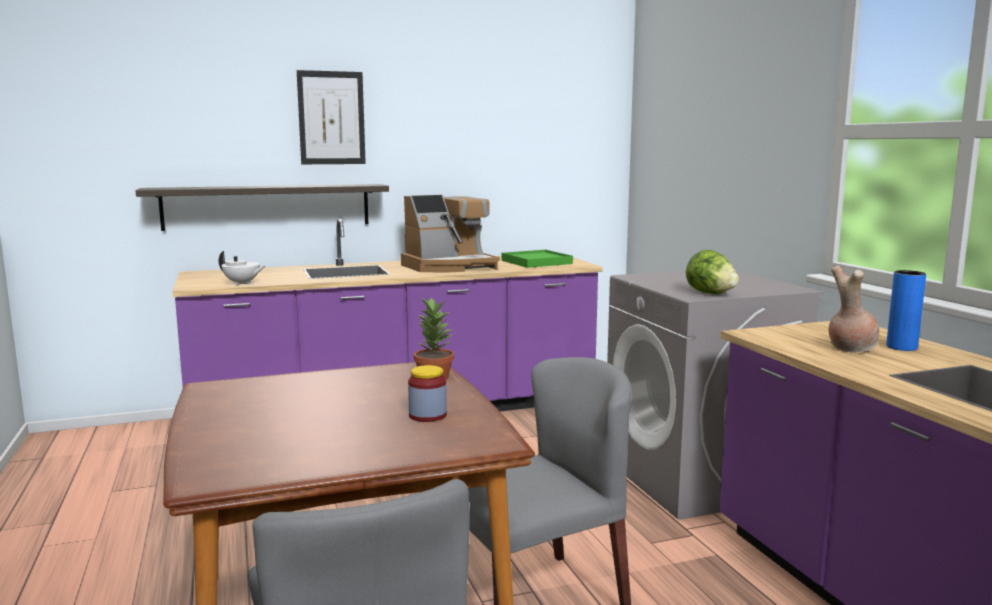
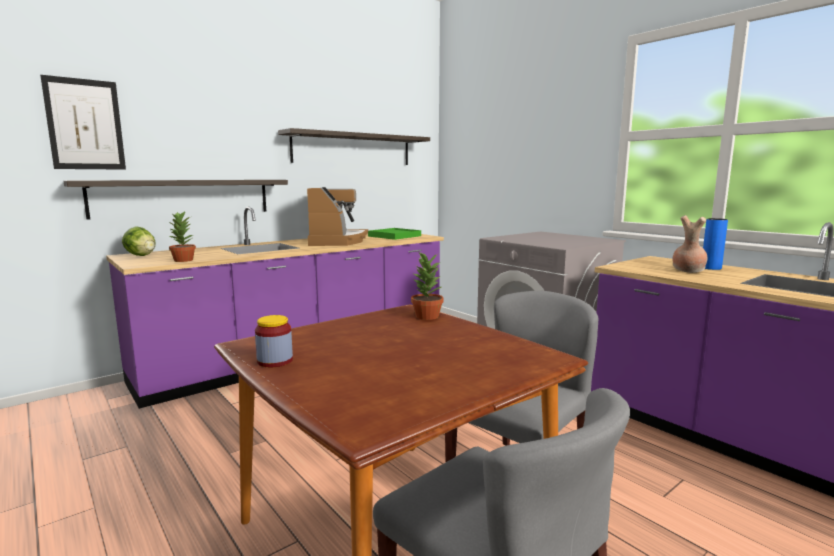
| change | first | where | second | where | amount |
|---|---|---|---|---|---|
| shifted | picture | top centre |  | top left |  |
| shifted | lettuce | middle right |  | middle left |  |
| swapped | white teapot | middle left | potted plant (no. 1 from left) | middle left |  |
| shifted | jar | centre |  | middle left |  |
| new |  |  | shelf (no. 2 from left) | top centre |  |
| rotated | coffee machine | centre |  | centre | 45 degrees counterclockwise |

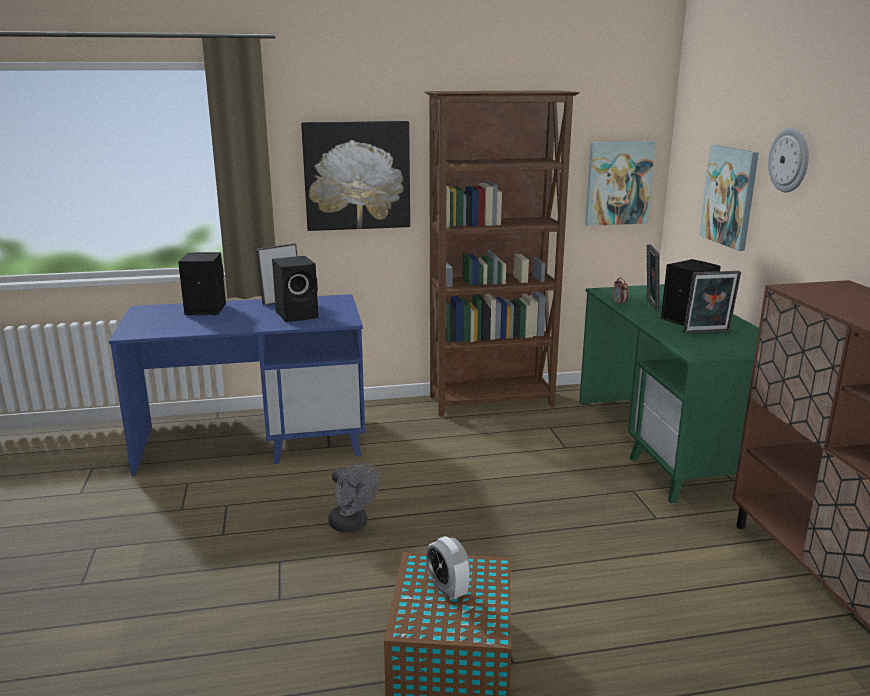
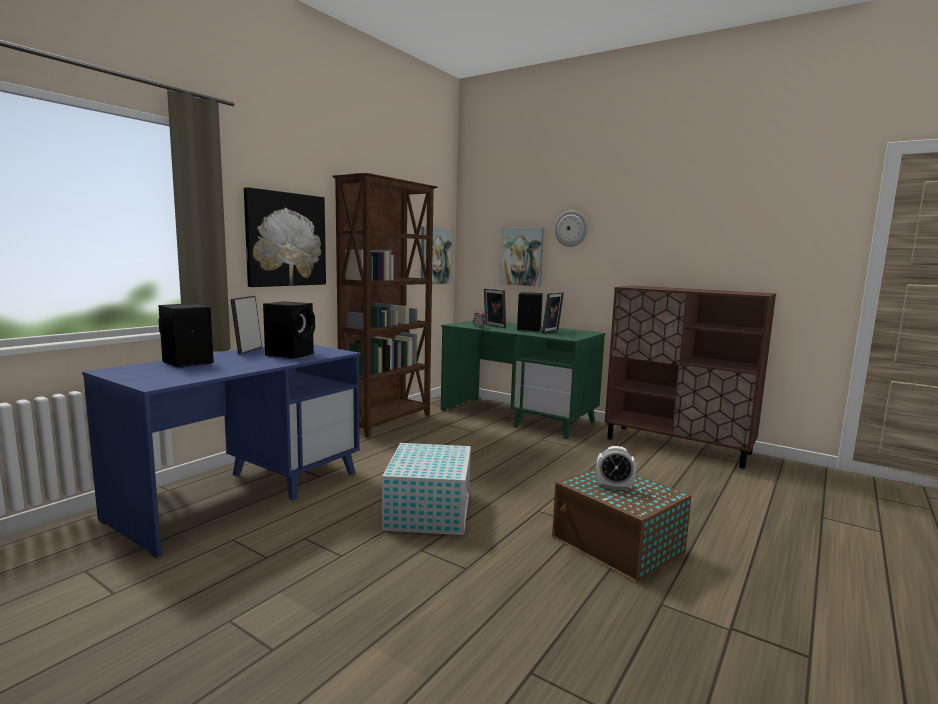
| change | first | where | second | where | amount |
|---|---|---|---|---|---|
| swapped | grey fan | bottom centre | white storage box | bottom centre |  |

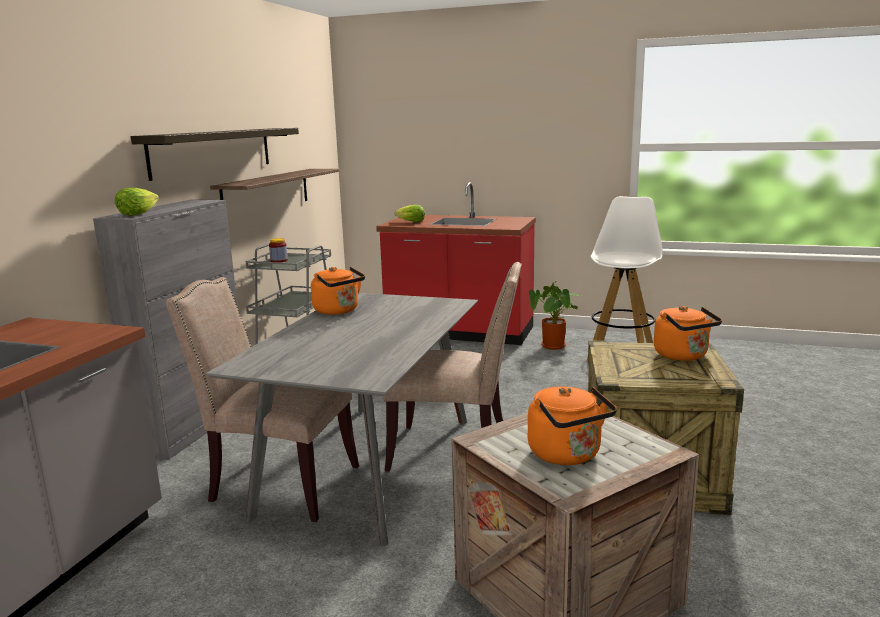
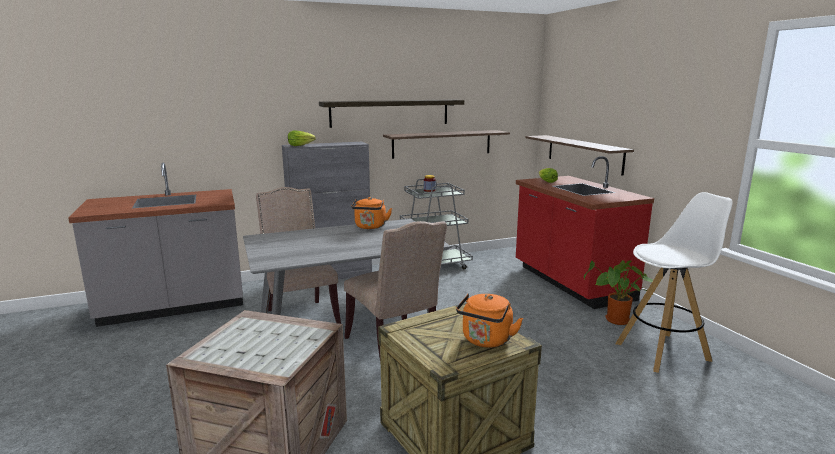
| change | first | where | second | where | amount |
|---|---|---|---|---|---|
| new |  |  | shelf (no. 3 from left) | middle right |  |
| gone | orange kettle (no. 2 from left) | bottom centre |  |  |  |

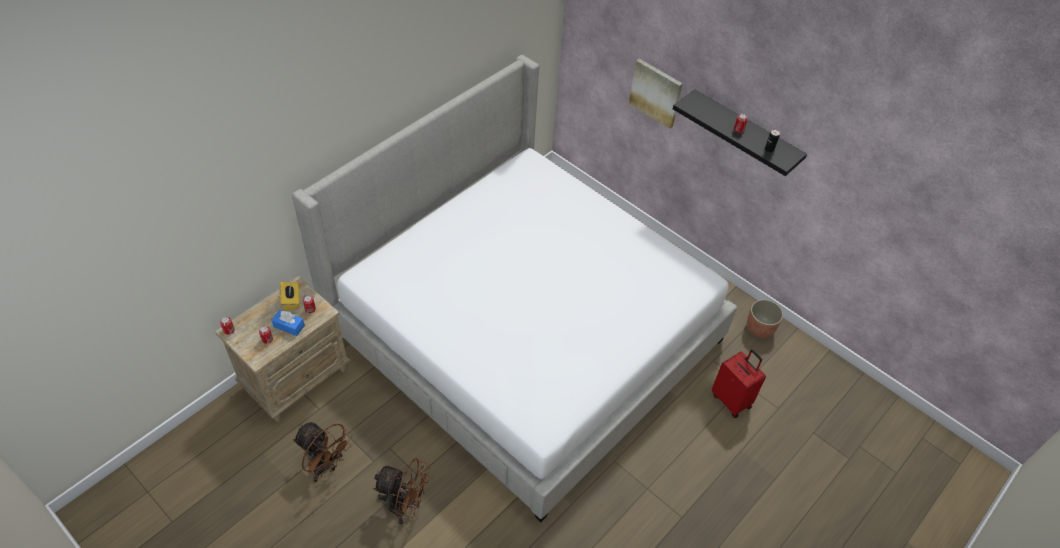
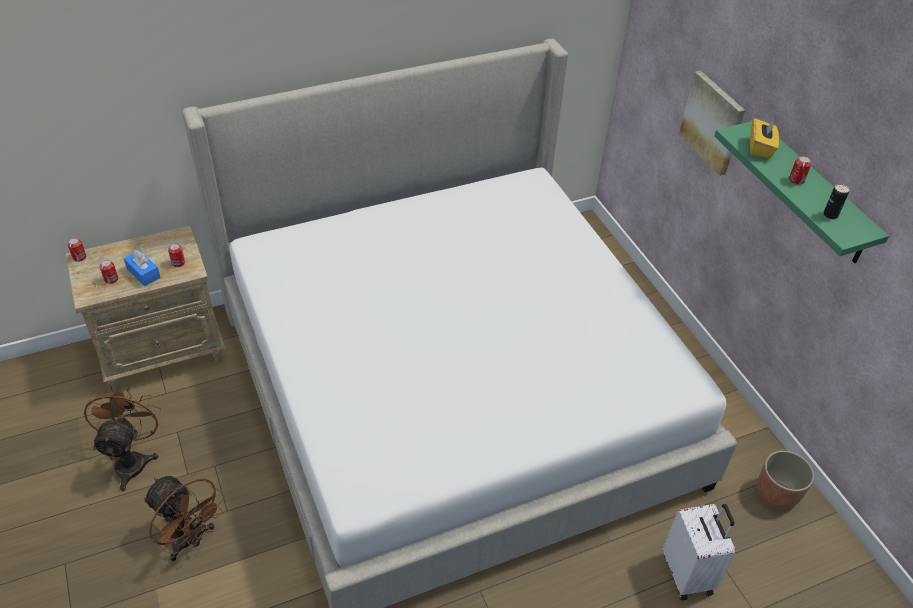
| change | first | where | second | where | amount |
|---|---|---|---|---|---|
| rotated | brown fan (no. 1 from left) | bottom left |  | bottom left | 150 degrees counterclockwise |
| repainted | red suitcase | bottom right | white suitcase | bottom right |  |
| repainted | black shelf | top right | green shelf | top right |  |
| shifted | yellow tissue box | middle left |  | top right |  |

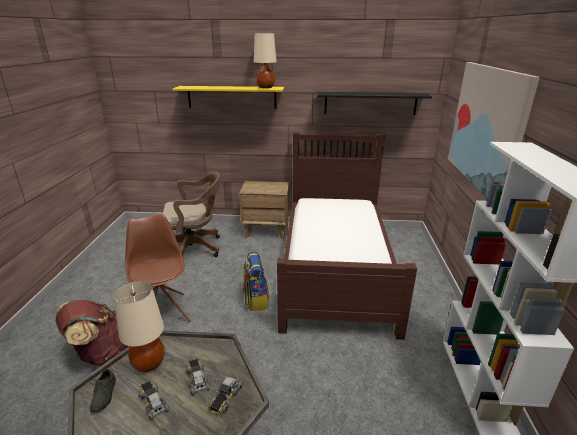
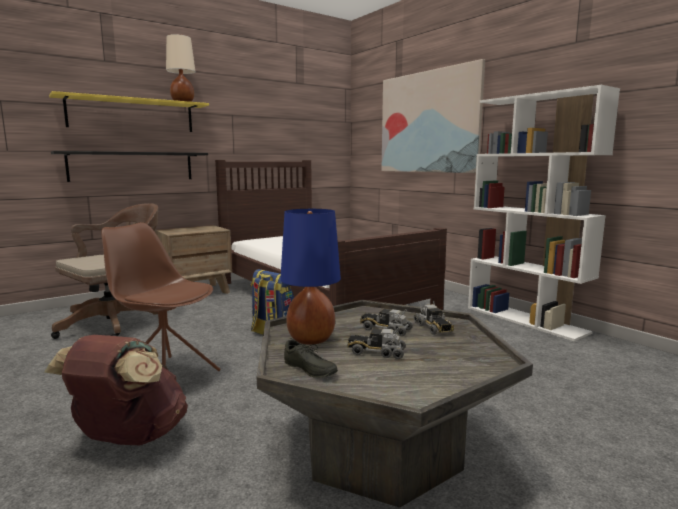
| change | first | where | second | where | amount |
|---|---|---|---|---|---|
| shifted | black shelf | top centre |  | top left |  |
| repainted | beige table lamp (no. 1 from left) | bottom left | blue table lamp | centre |  |

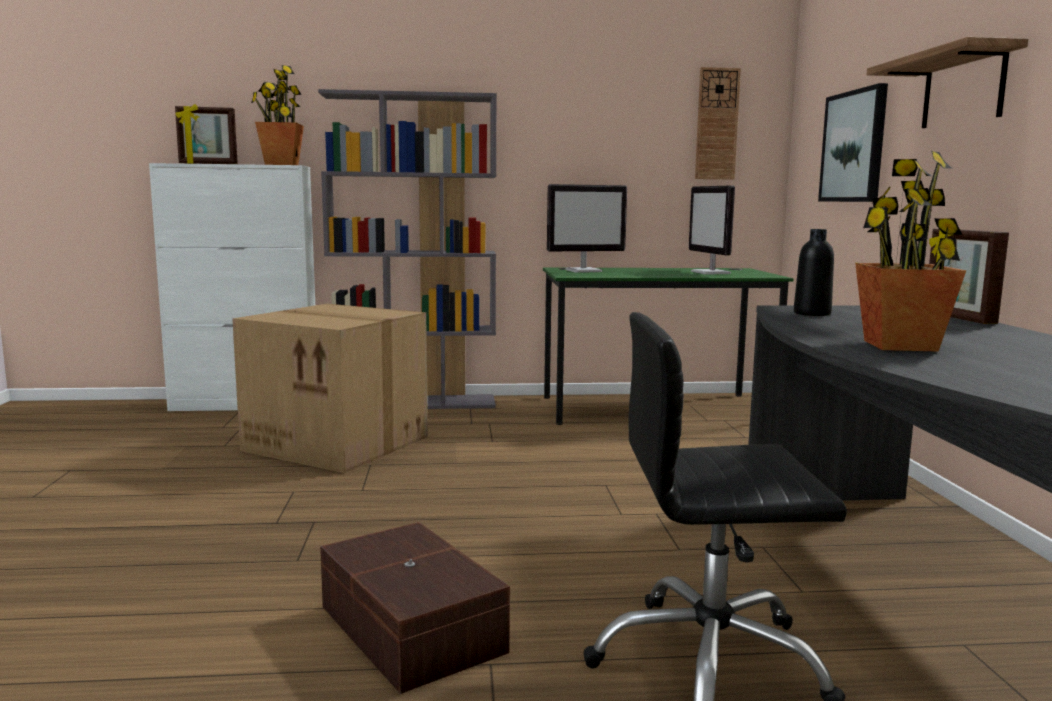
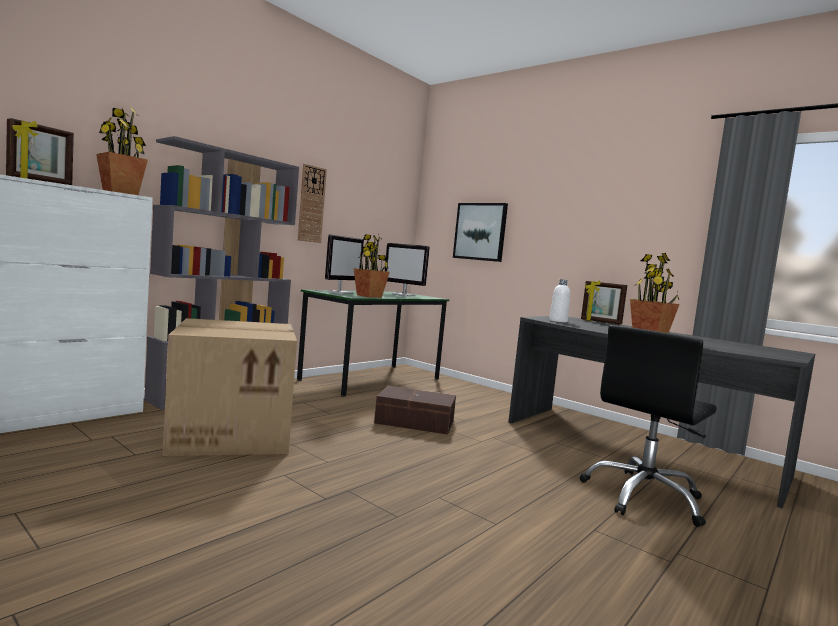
| change | first | where | second | where | amount |
|---|---|---|---|---|---|
| shifted | wall clock | top right |  | top centre |  |
| new |  |  | potted plant (no. 2 from left) | centre |  |
| shifted | brown storage box | bottom centre |  | centre |  |
| repainted | black bottle | middle right | white bottle | middle right |  |
| gone | shelf | top right |  |  |  |

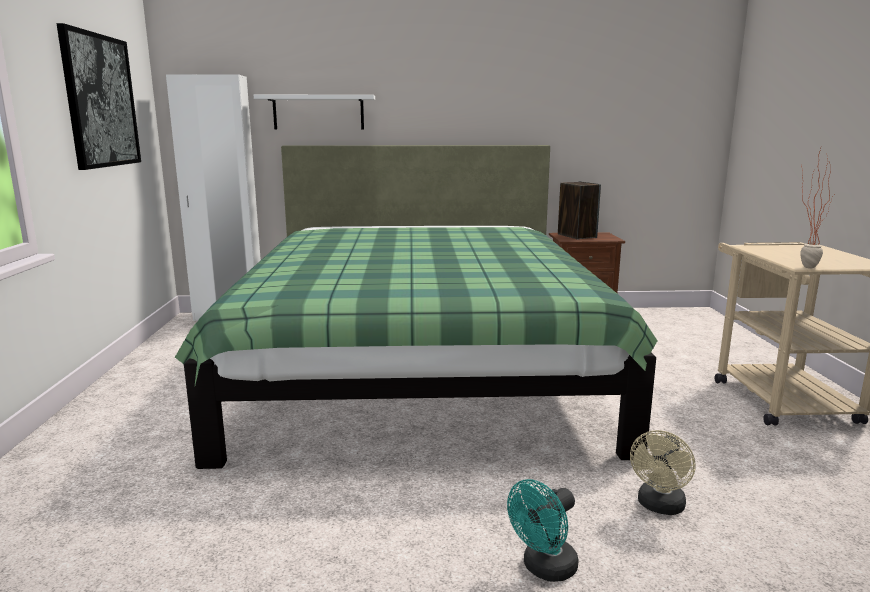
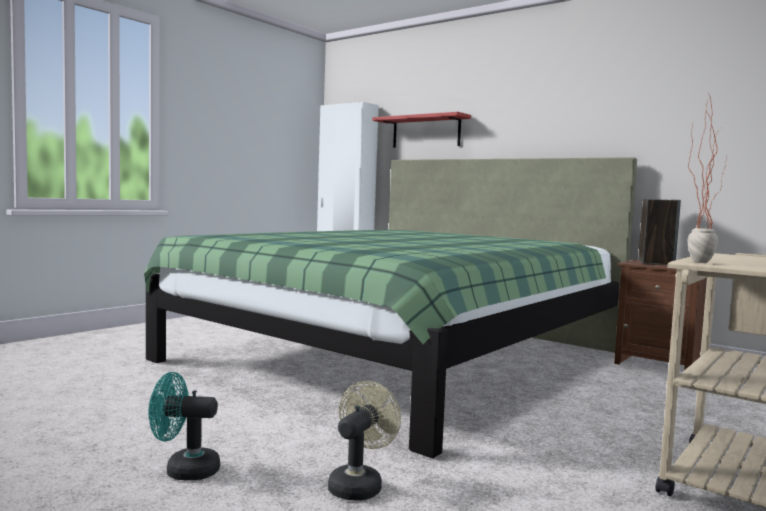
| change | first | where | second | where | amount |
|---|---|---|---|---|---|
| rotated | beige fan | bottom right |  | bottom centre | 135 degrees clockwise |
| repainted | white shelf | top centre | red shelf | top centre |  |
| gone | picture | top left |  |  |  |

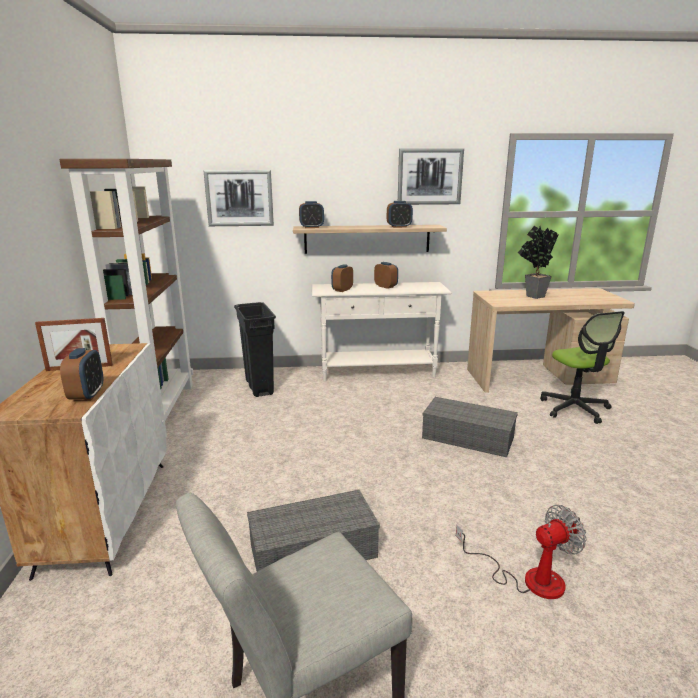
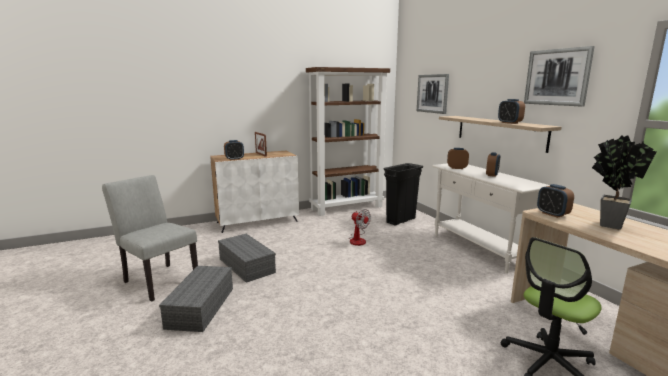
| change | first | where | second | where | amount |
|---|---|---|---|---|---|
| shifted | grey storage box (no. 2 from left in the first image) | middle right | grey storage box (no. 1 from left) | bottom left |  |
| shifted | fan | bottom right |  | centre |  |
| shifted | alarm clock (no. 2 from left in the first image) | top centre | alarm clock (no. 5 from left) | middle right |  |

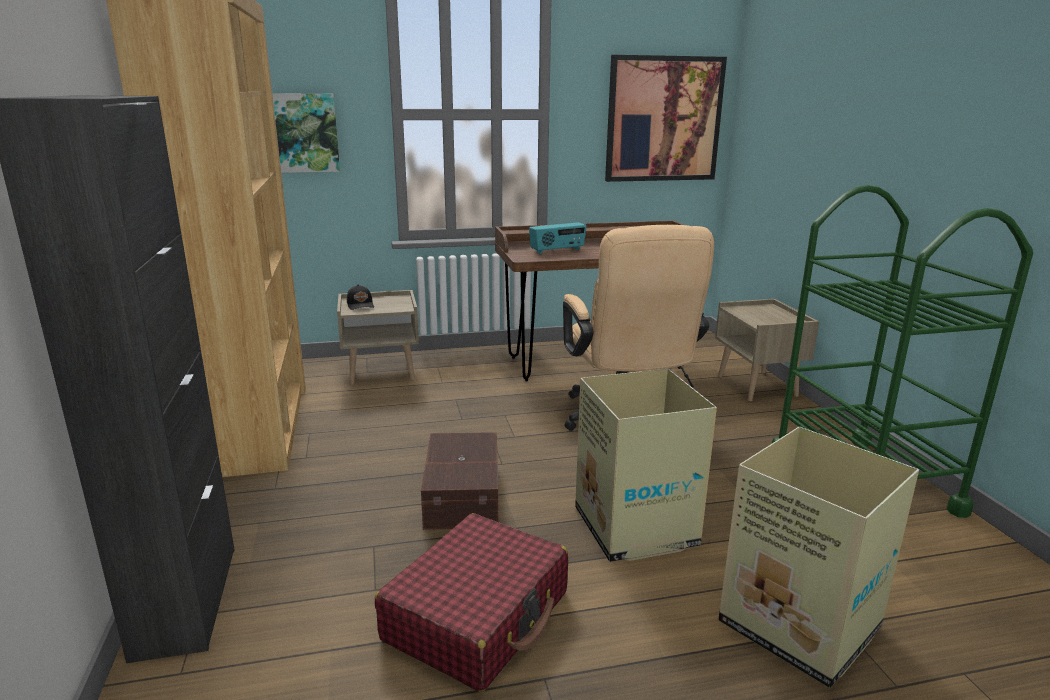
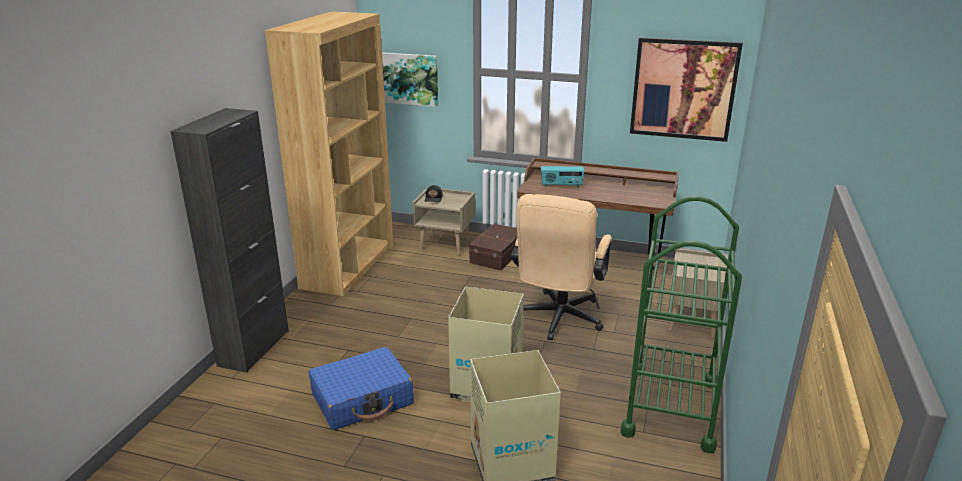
| change | first | where | second | where | amount |
|---|---|---|---|---|---|
| repainted | red suitcase | bottom centre | blue suitcase | bottom centre |  |
| shifted | brown storage box | bottom centre |  | centre |  |

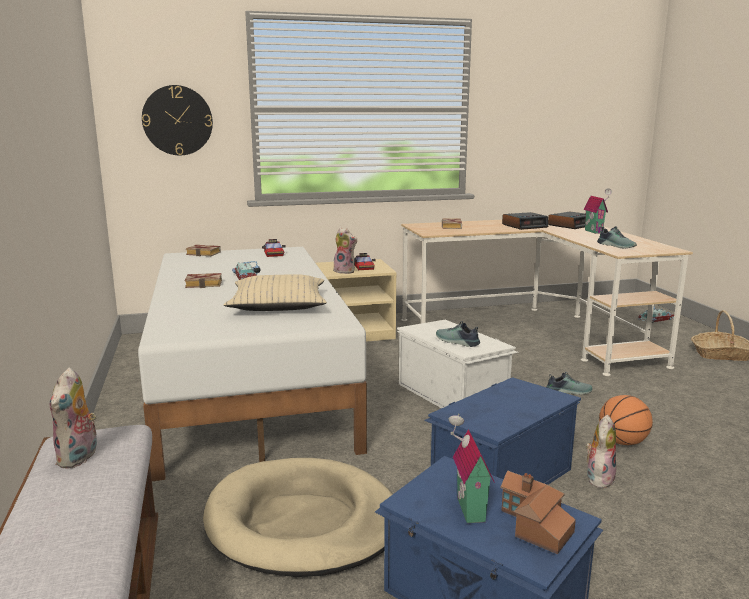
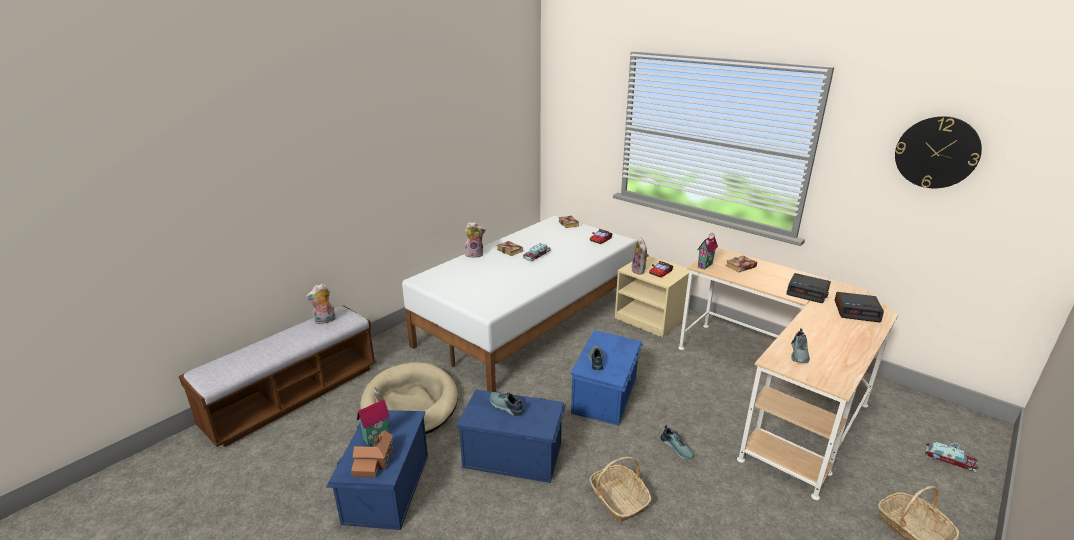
| change | first | where | second | where | amount |
|---|---|---|---|---|---|
| shifted | plush toy (no. 3 from left in the first image) | bottom right | plush toy (no. 2 from left) | centre |  |
| new |  |  | shoe (no. 1 from left) | bottom centre |  |
| repainted | white storage box | centre | blue storage box (no. 3 from left) | bottom centre |  |
| swapped | basketball | bottom right | basket (no. 1 from left) | bottom centre |  |
| shifted | toy house (no. 3 from left) | middle right |  | centre |  |
| shifted | wall clock | top left |  | top right |  |
| gone | beige pillow | centre |  |  |  |

